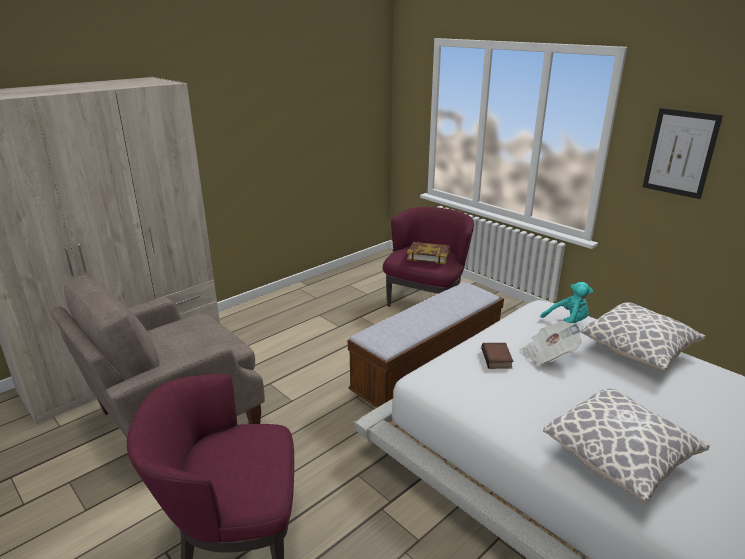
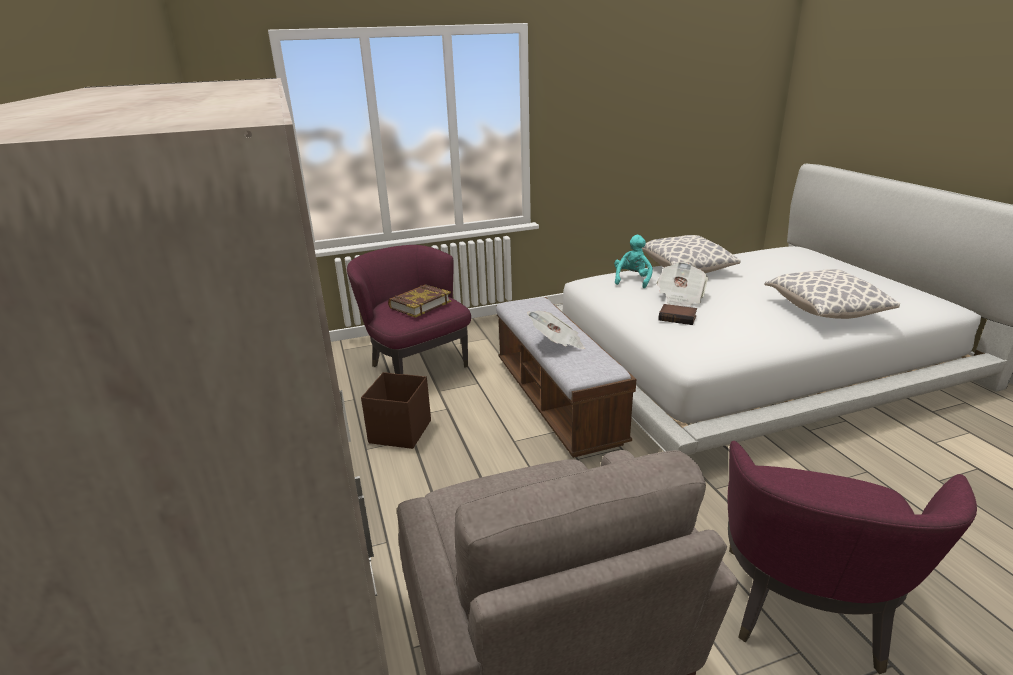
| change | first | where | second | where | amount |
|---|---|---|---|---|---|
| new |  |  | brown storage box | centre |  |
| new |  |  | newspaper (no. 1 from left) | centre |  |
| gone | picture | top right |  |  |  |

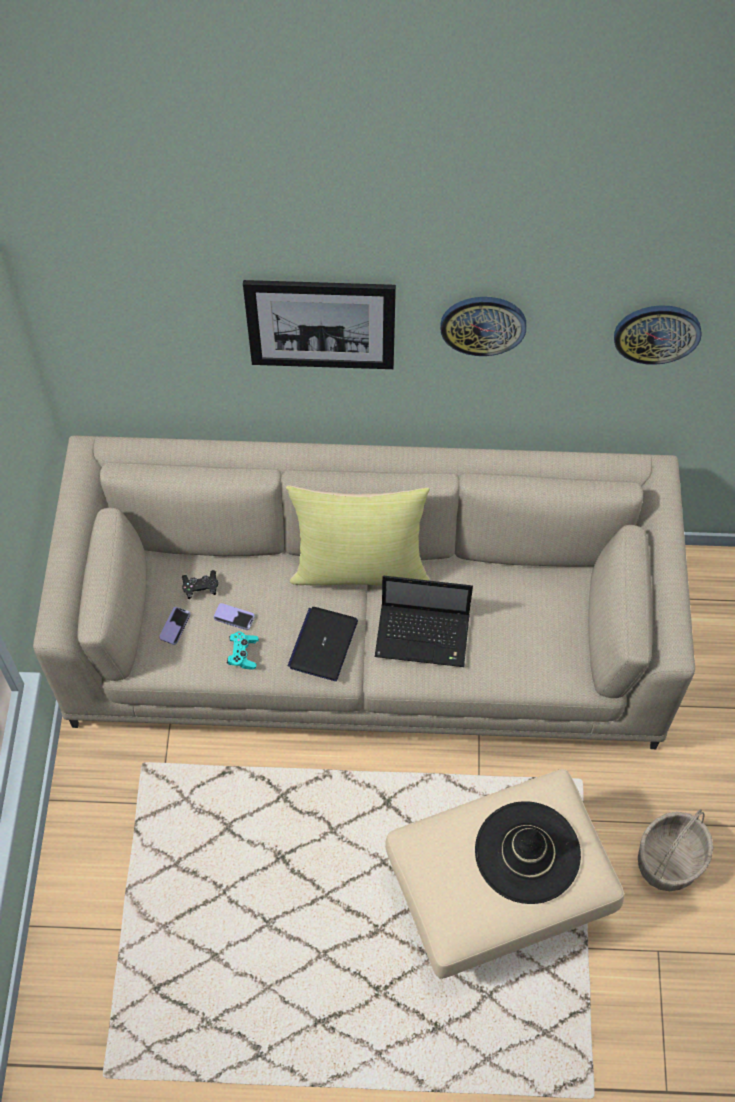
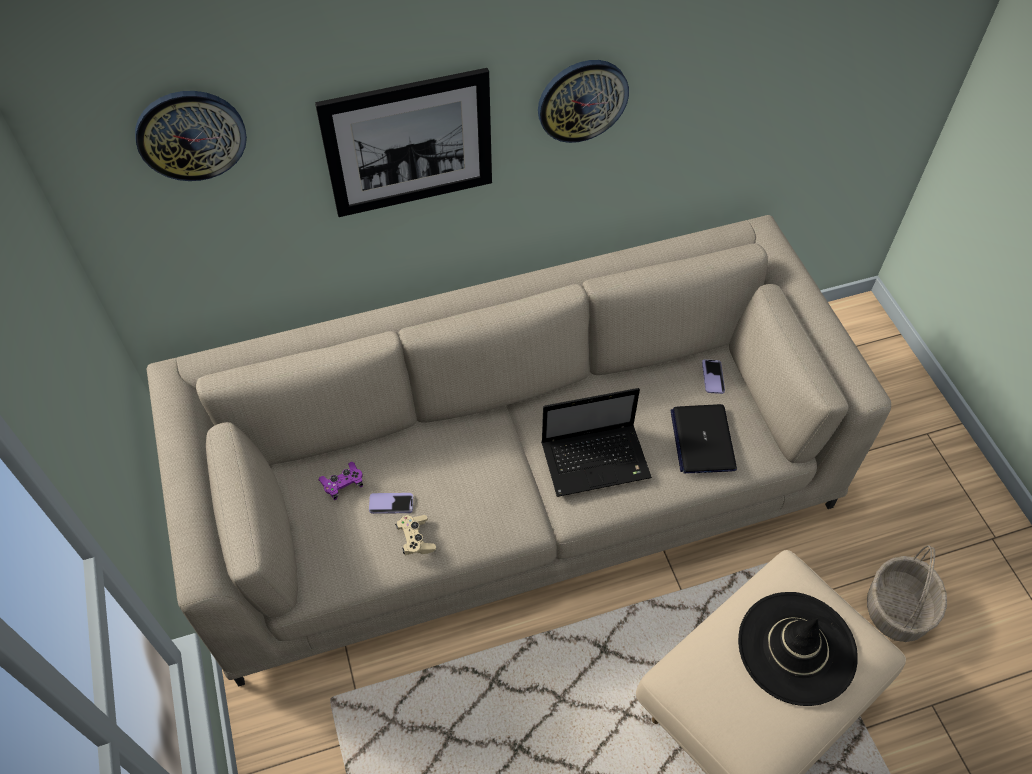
| change | first | where | second | where | amount |
|---|---|---|---|---|---|
| shifted | wall clock (no. 2 from left in the first image) | top right | wall clock (no. 1 from left) | top left |  |
| repainted | black game controller | middle left | purple game controller | middle left |  |
| repainted | turquoise game controller | middle left | beige game controller | bottom centre |  |
| shifted | laptop (no. 1 from left in the first image) | centre | laptop (no. 2 from left) | middle right |  |
| shifted | phone (no. 1 from left in the first image) | middle left | phone (no. 2 from left) | middle right |  |
| gone | yellow pillow | centre |  |  |  |

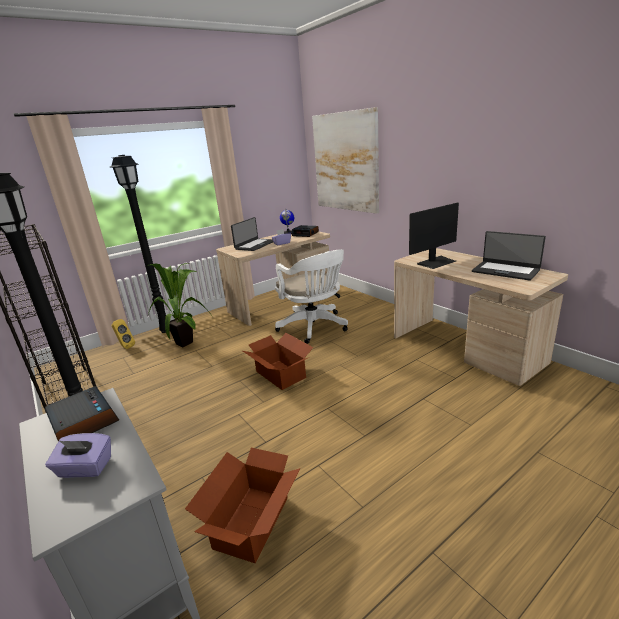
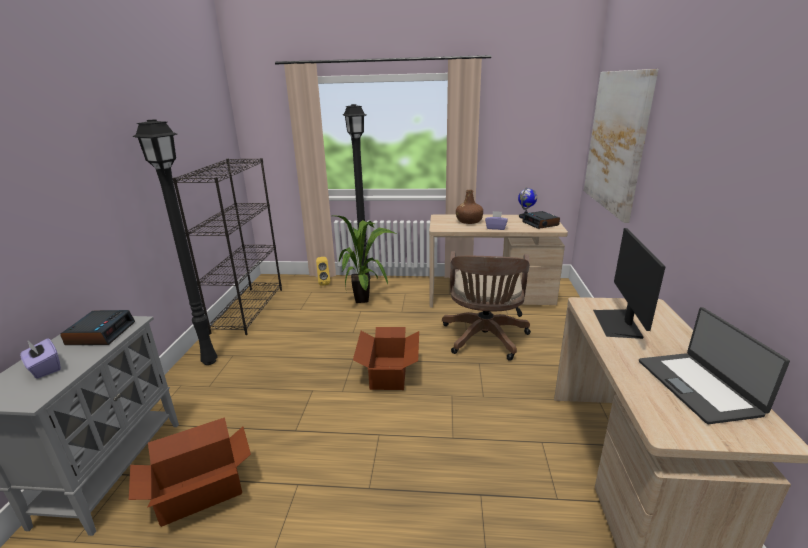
| change | first | where | second | where | amount |
|---|---|---|---|---|---|
| repainted | white office chair | centre | brown office chair | centre |  |
| swapped | laptop (no. 1 from left) | centre | brown bottle | centre |  |
| rotated | monitor | middle right |  | middle right | 90 degrees clockwise |

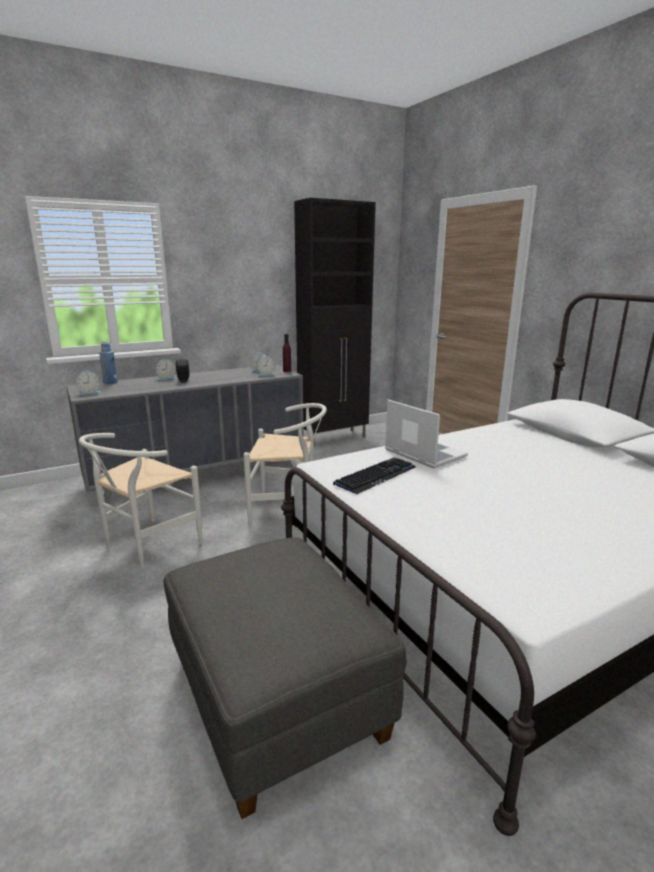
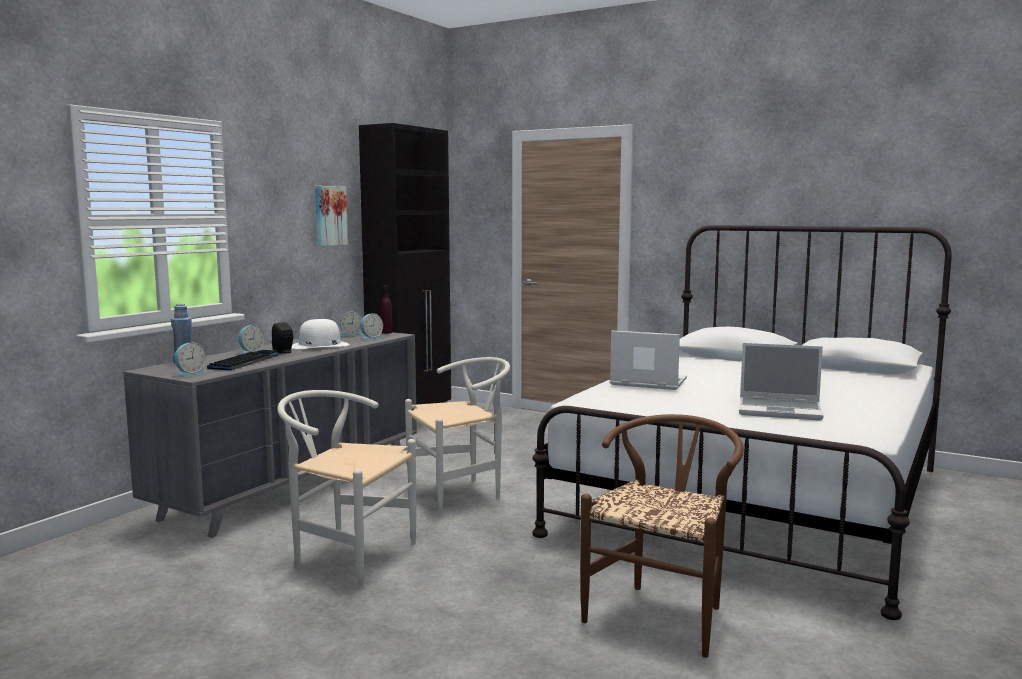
| change | first | where | second | where | amount |
|---|---|---|---|---|---|
| shifted | keyboard | centre |  | middle left |  |
| rotated | white chair (no. 1 from left) | middle left |  | bottom centre | 105 degrees clockwise |
| new |  |  | white hat | middle left |  |
| new |  |  | picture | top left |  |
| swapped | grey ottoman | bottom centre | brown chair | bottom centre |  |
| new |  |  | laptop (no. 2 from left) | middle right |  |

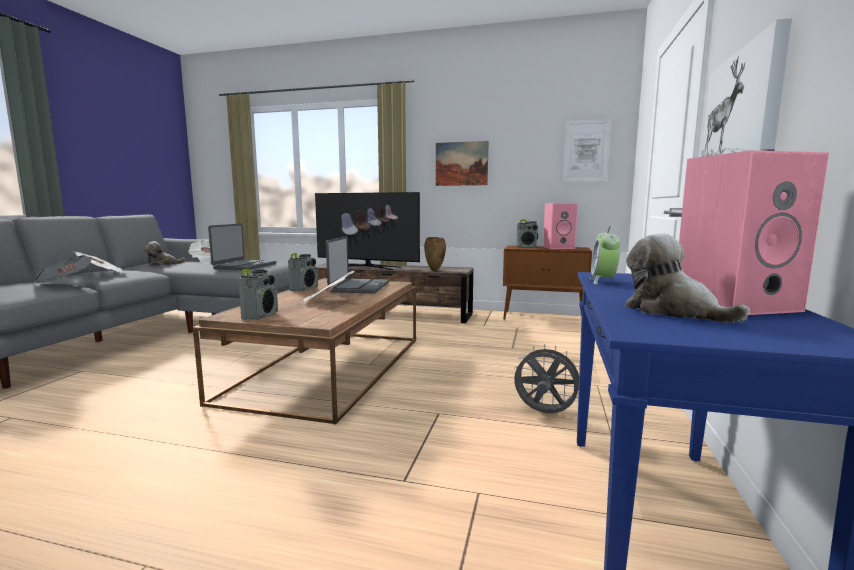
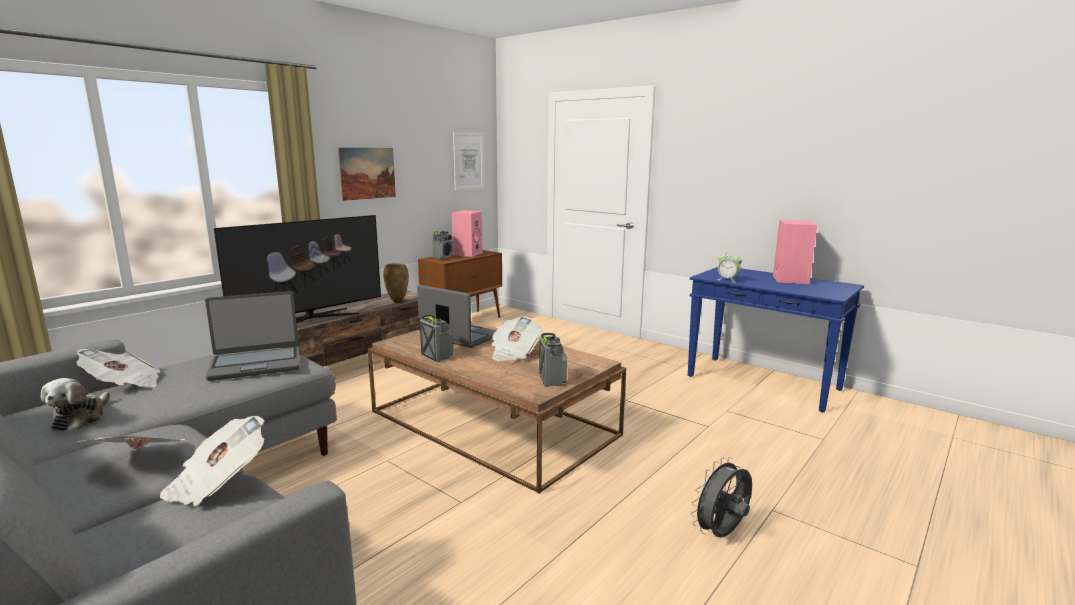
| change | first | where | second | where | amount |
|---|---|---|---|---|---|
| rotated | laptop (no. 1 from left) | middle left |  | middle left | 120 degrees clockwise |
| rotated | radio (no. 1 from left in the first image) | middle left | radio (no. 3 from left) | centre | 45 degrees clockwise |
| shifted | grey fan | centre |  | bottom right |  |
| gone | plush toy (no. 2 from left) | middle right |  |  |  |
| gone | picture (no. 3 from left) | top right |  |  |  |

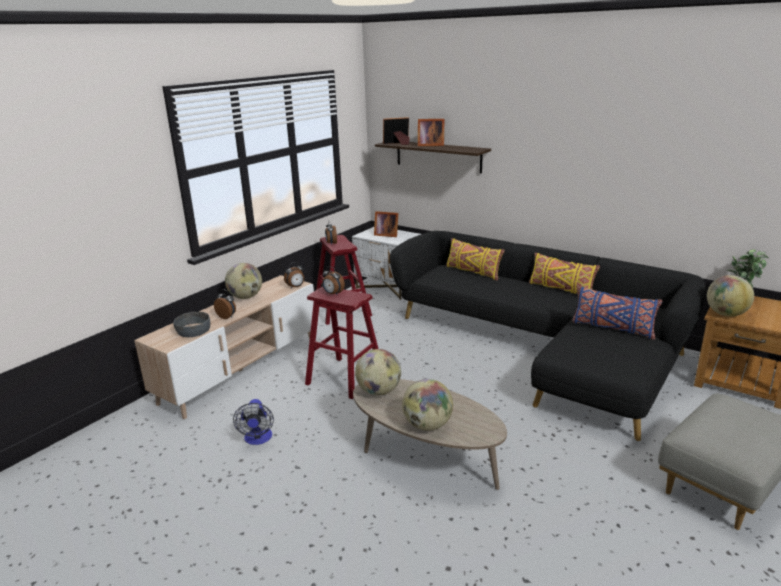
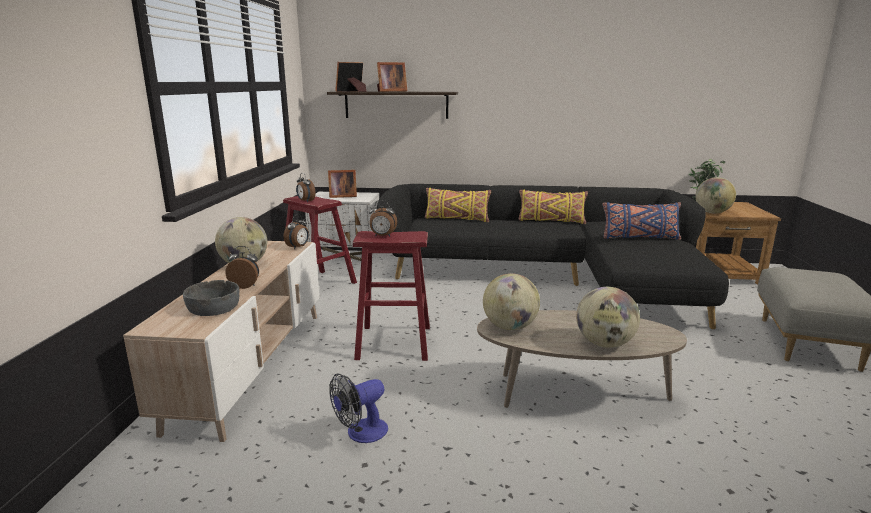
| change | first | where | second | where | amount |
|---|---|---|---|---|---|
| rotated | fan | bottom left |  | bottom centre | 90 degrees clockwise |

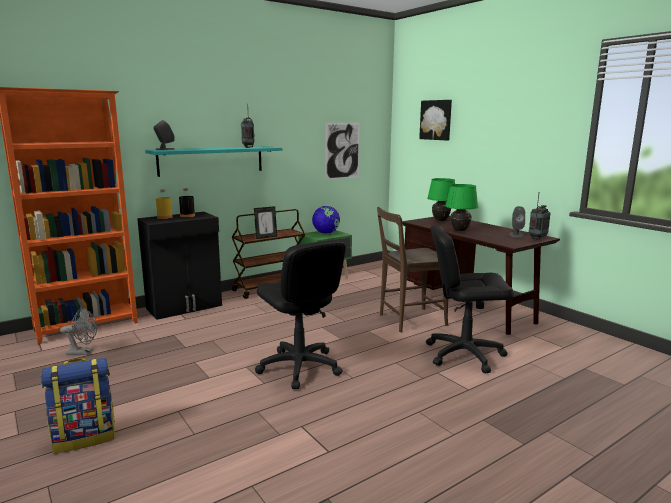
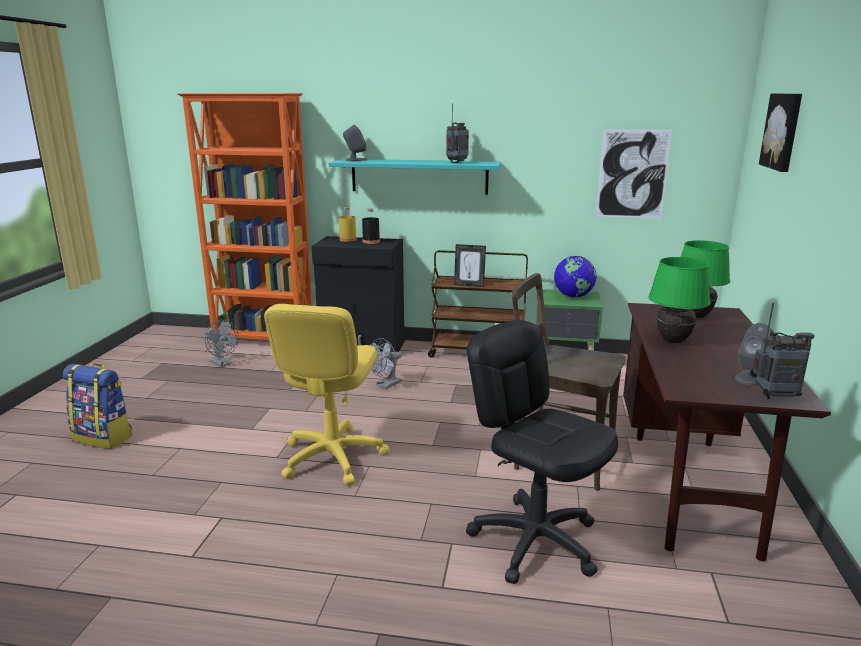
| change | first | where | second | where | amount |
|---|---|---|---|---|---|
| repainted | black office chair (no. 1 from left) | centre | yellow office chair | centre |  |
| new |  |  | grey fan (no. 2 from left) | centre |  |

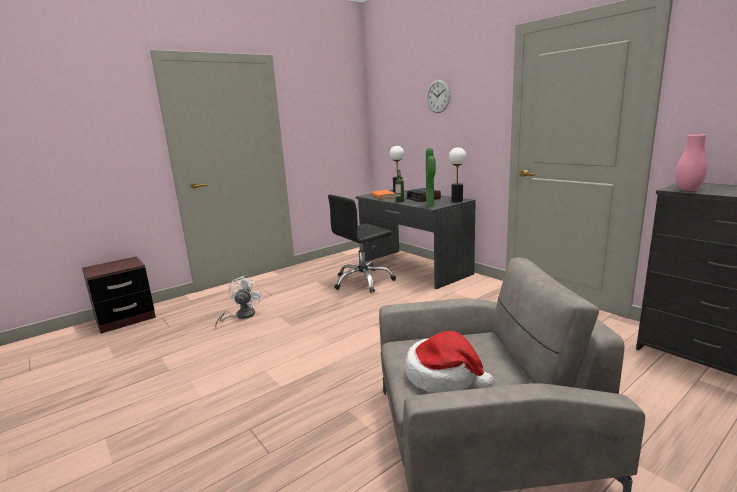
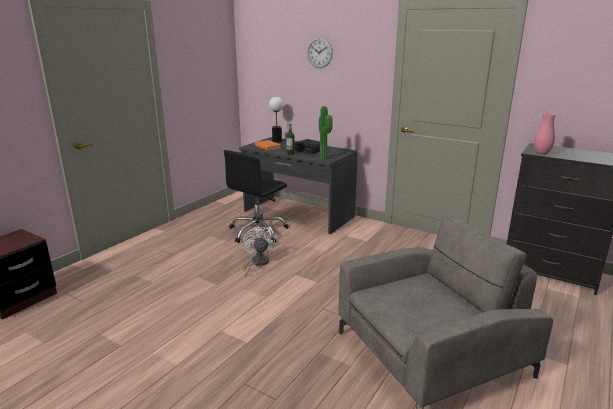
| change | first | where | second | where | amount |
|---|---|---|---|---|---|
| shifted | white fan | middle left |  | centre |  |
| gone | hat | bottom centre |  |  |  |
| gone | table lamp (no. 2 from left) | centre |  |  |  |

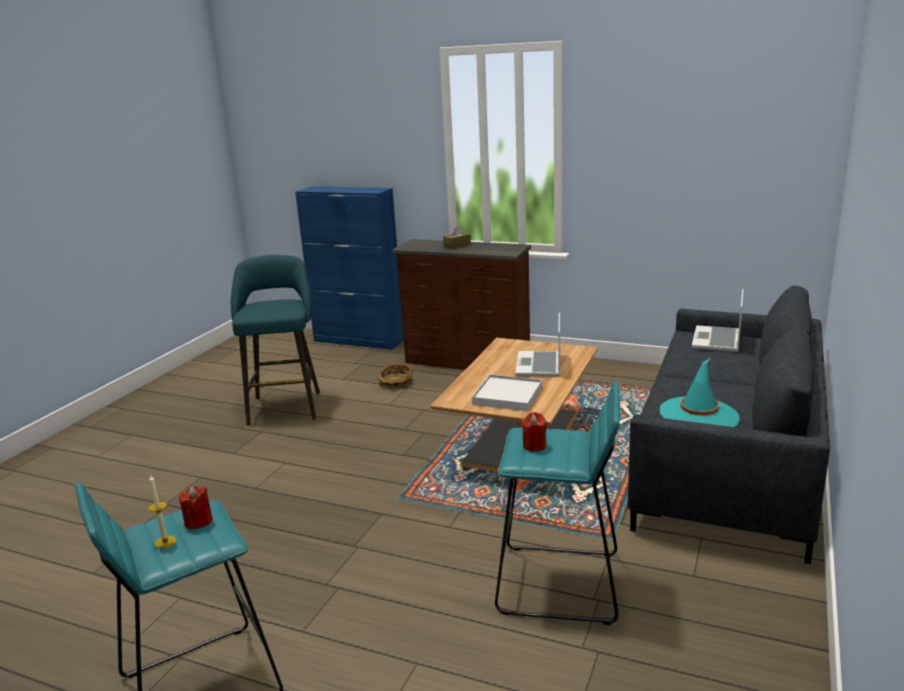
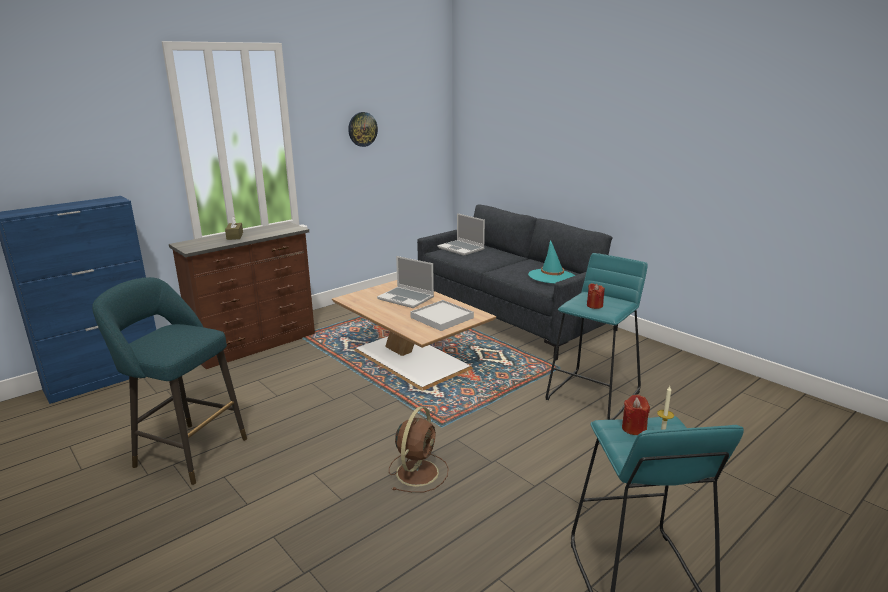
| change | first | where | second | where | amount |
|---|---|---|---|---|---|
| new |  |  | wall clock | top centre |  |
| new |  |  | brown fan | bottom centre |  |
| gone | basket | centre |  |  |  |

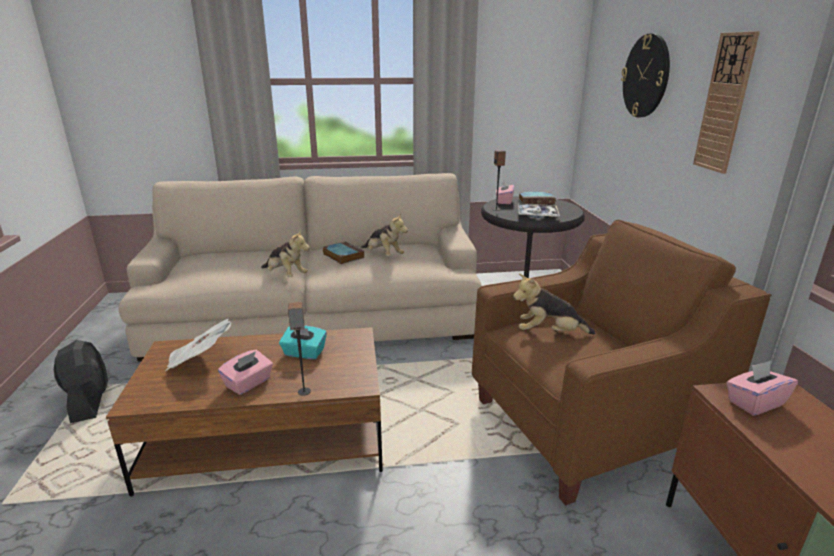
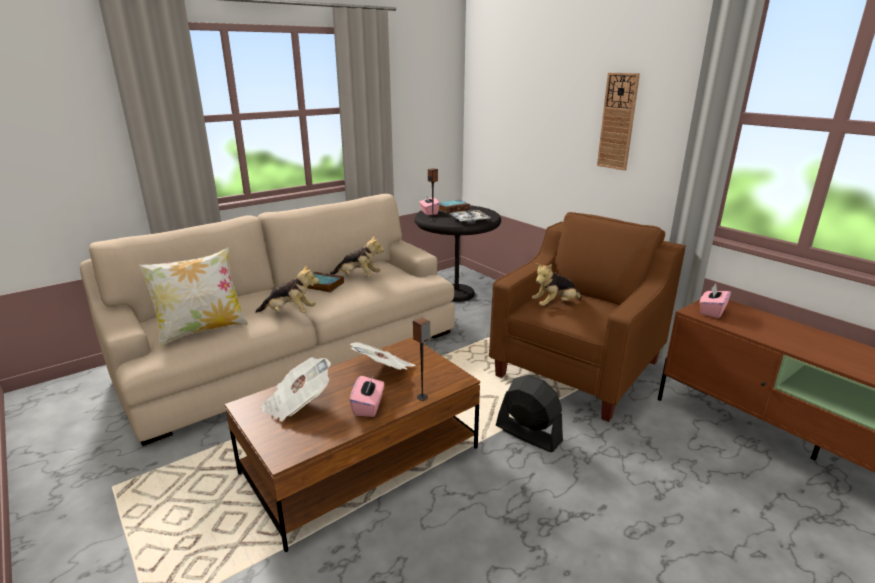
| change | first | where | second | where | amount |
|---|---|---|---|---|---|
| new |  |  | pillow | middle left |  |
| swapped | turquoise tissue box | centre | newspaper (no. 2 from left) | centre |  |
| shifted | black fan | bottom left |  | bottom centre |  |
| gone | wall clock (no. 1 from left) | top right |  |  |  |

